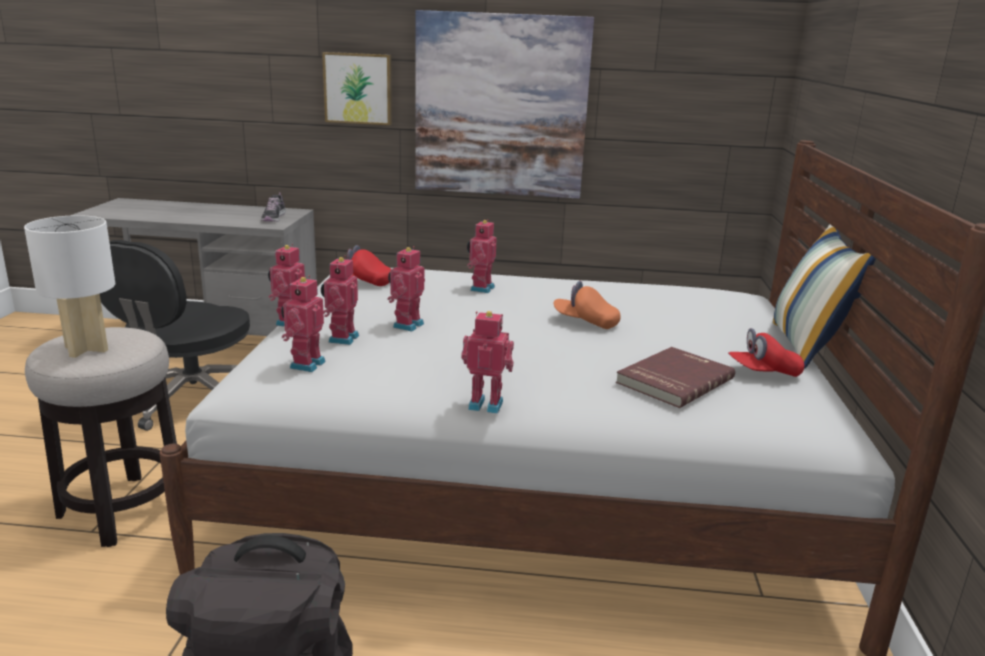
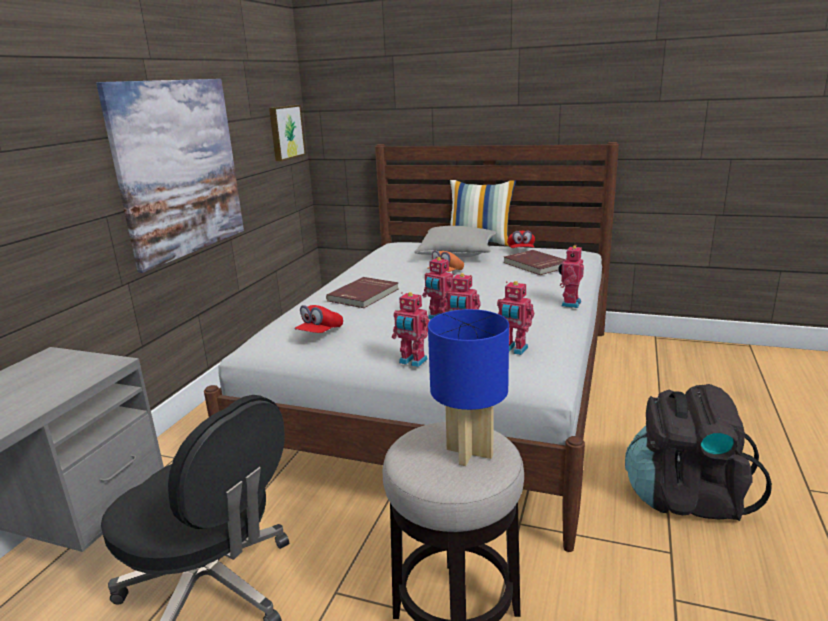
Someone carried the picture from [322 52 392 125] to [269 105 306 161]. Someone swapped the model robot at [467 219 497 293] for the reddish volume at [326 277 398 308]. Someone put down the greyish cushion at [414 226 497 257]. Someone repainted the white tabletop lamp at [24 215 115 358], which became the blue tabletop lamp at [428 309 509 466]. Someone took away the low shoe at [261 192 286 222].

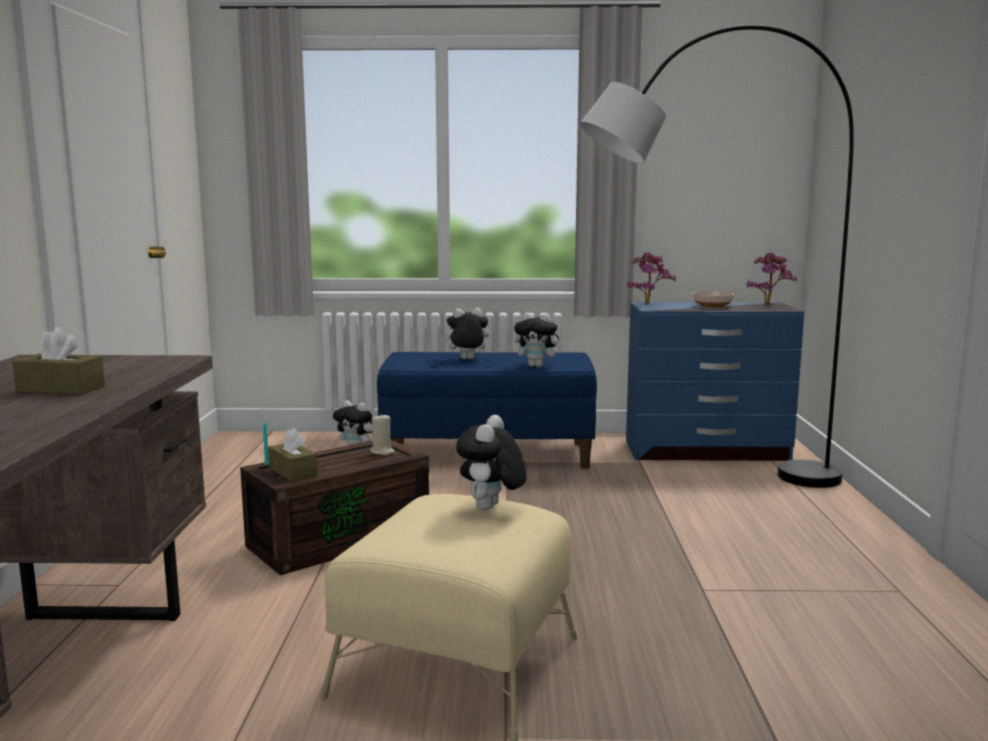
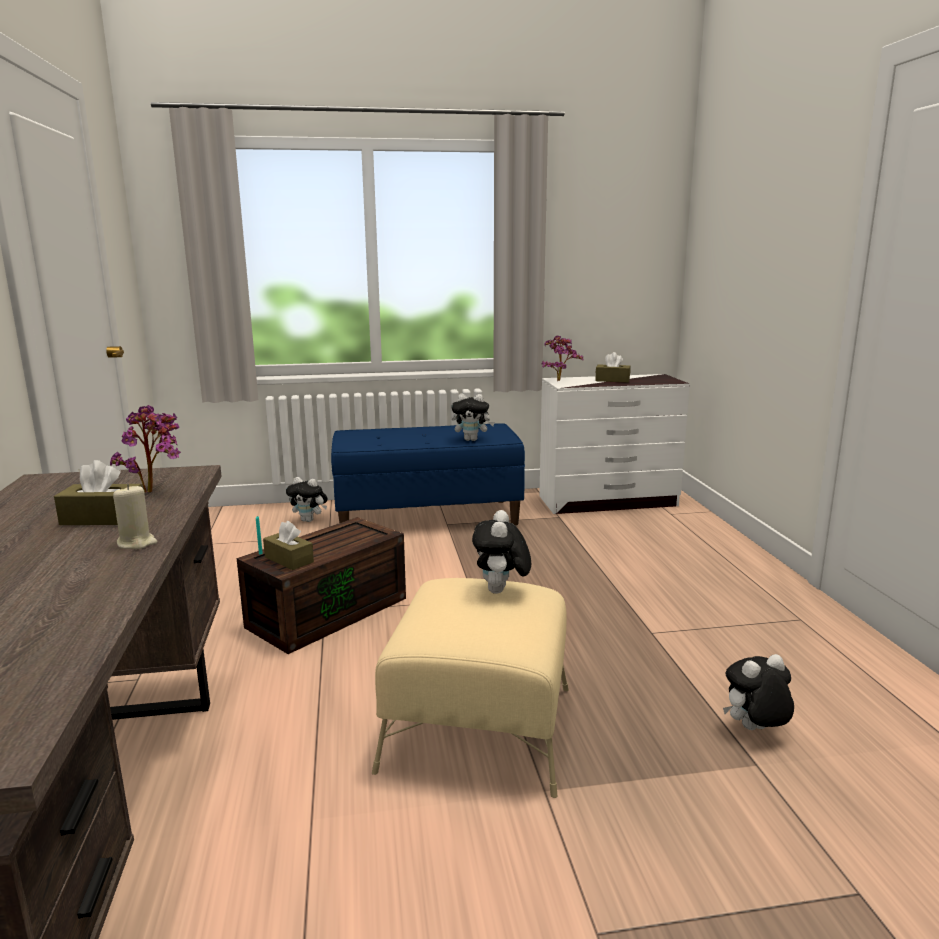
Someone carried the houseplant from [746 253 797 305] to [110 405 181 493]. Someone carried the beige-coloured candle from [370 415 395 455] to [113 484 157 549]. Someone repainted the blue dresser at [626 302 804 461], which became the white dresser at [539 374 690 514]. Someone swapped the deep dish at [692 291 734 308] for the brown tissue holder at [595 352 630 383]. Someone carried the cuddly toy from [441 308 489 359] to [723 654 794 730]. Someone took away the greyish floor lamp at [580 25 854 488].

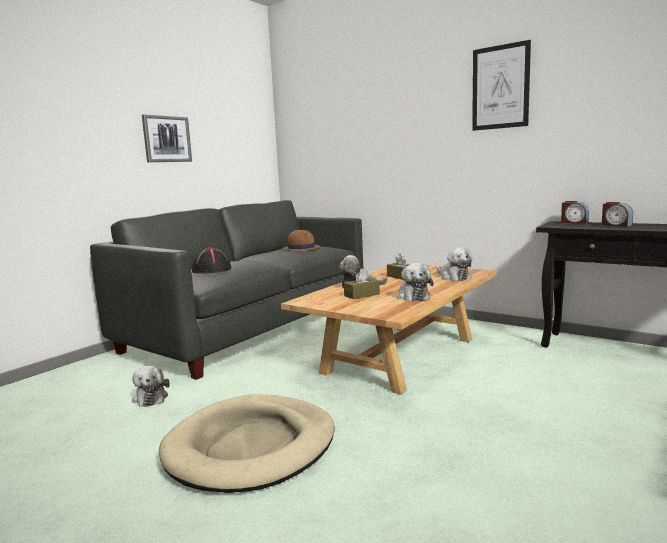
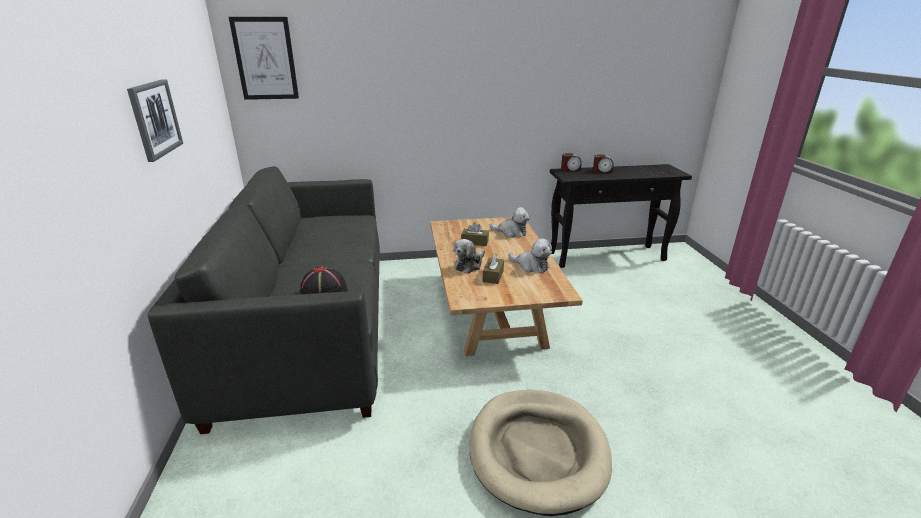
Someone carried the picture from [472 40 531 131] to [229 17 299 100]. Someone took away the cuddly toy at [132 366 170 407]. Someone took away the brown wearable hat at [283 230 320 252].

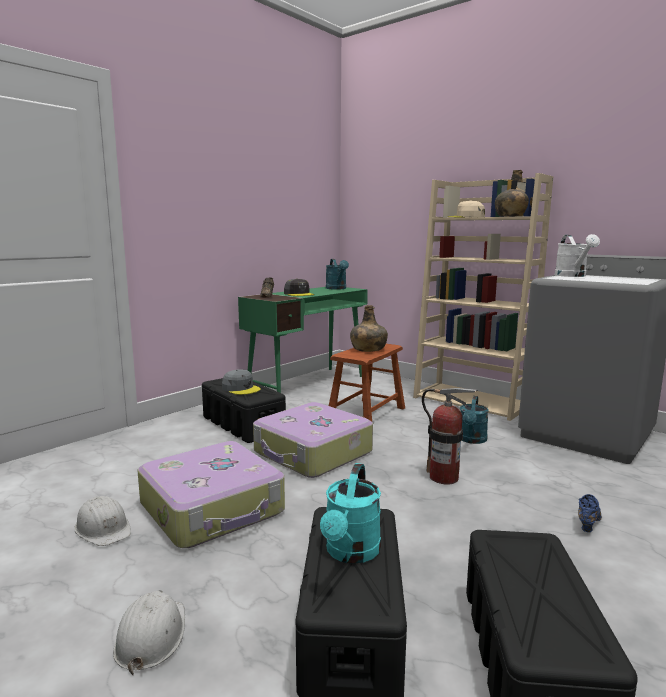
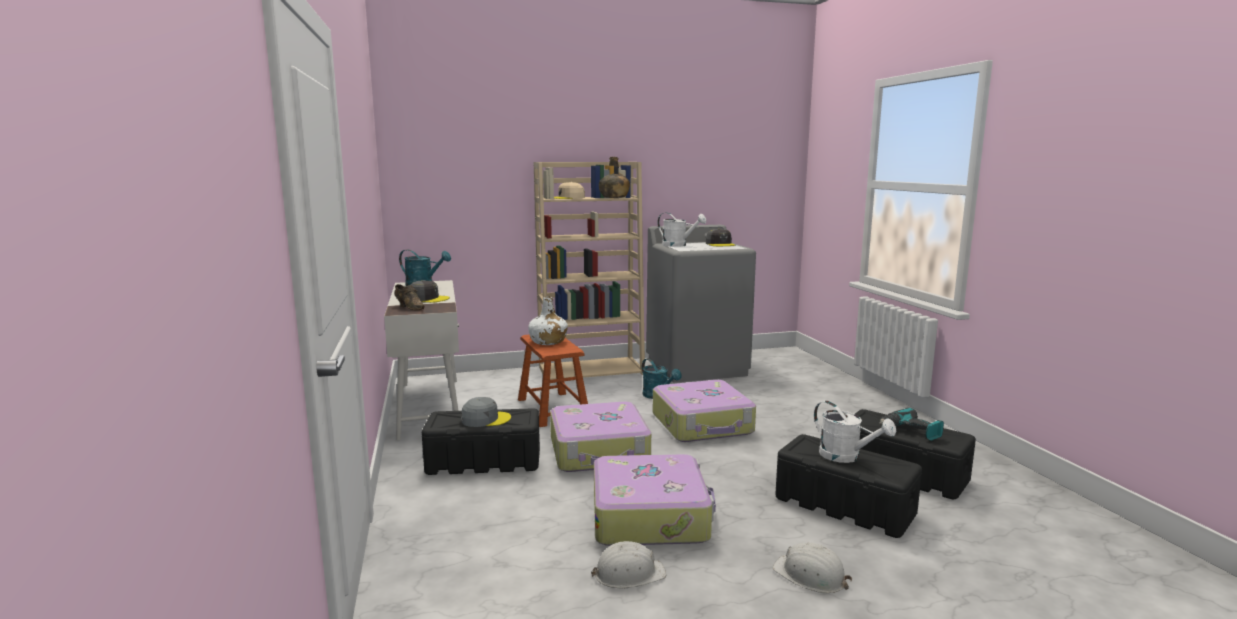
Someone repainted the greenish desk at [238 287 368 393], which became the white desk at [384 280 459 440]. Someone repainted the greenish drink bottle at [350 305 388 352], which became the white drink bottle at [528 297 568 345]. Someone swapped the fire extinguisher at [422 388 477 485] for the piece of luggage at [653 380 756 442]. Someone put down the greyish cap at [706 229 735 246]. Someone repainted the turquoise sprinkling can at [320 463 381 564], which became the white sprinkling can at [814 401 896 463]. Someone put down the power drill at [879 408 944 441]. Someone took away the blue low shoe at [578 494 602 532].

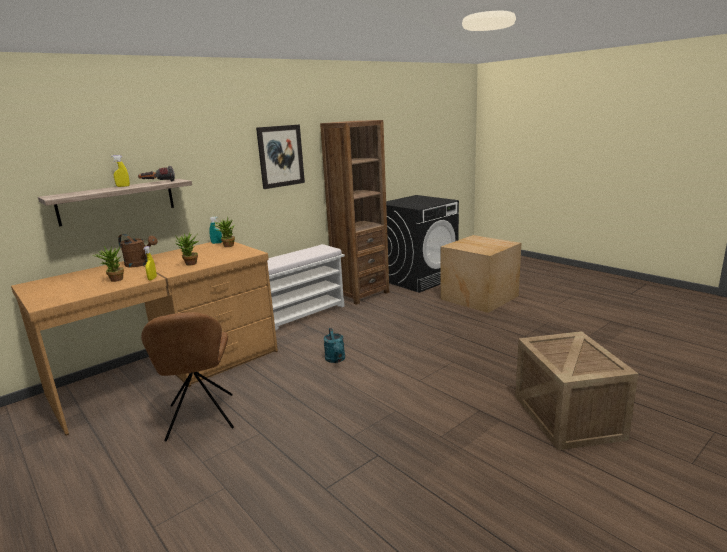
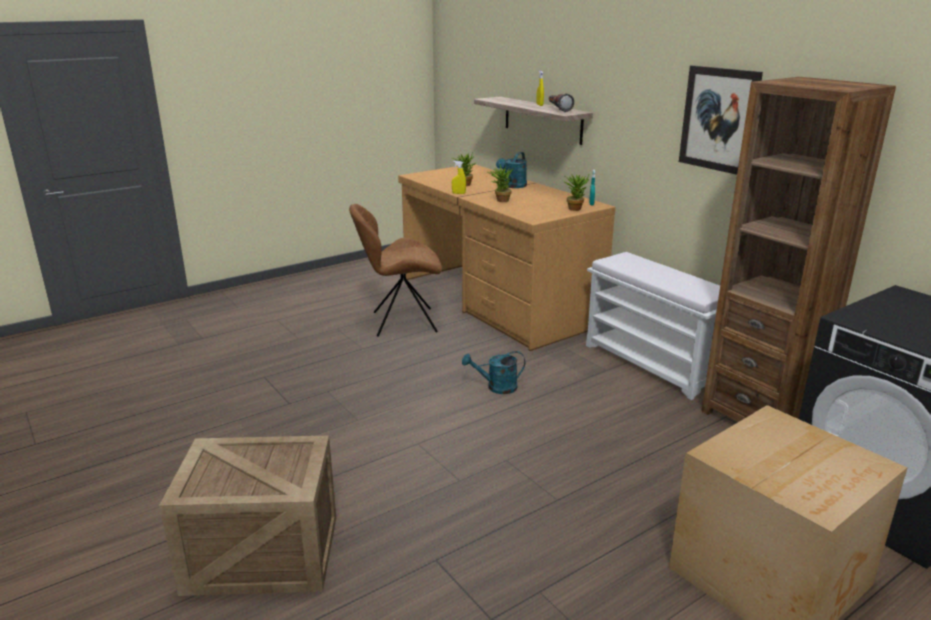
Someone repainted the brown sprinkling can at [118 234 158 267], which became the turquoise sprinkling can at [496 152 527 188].

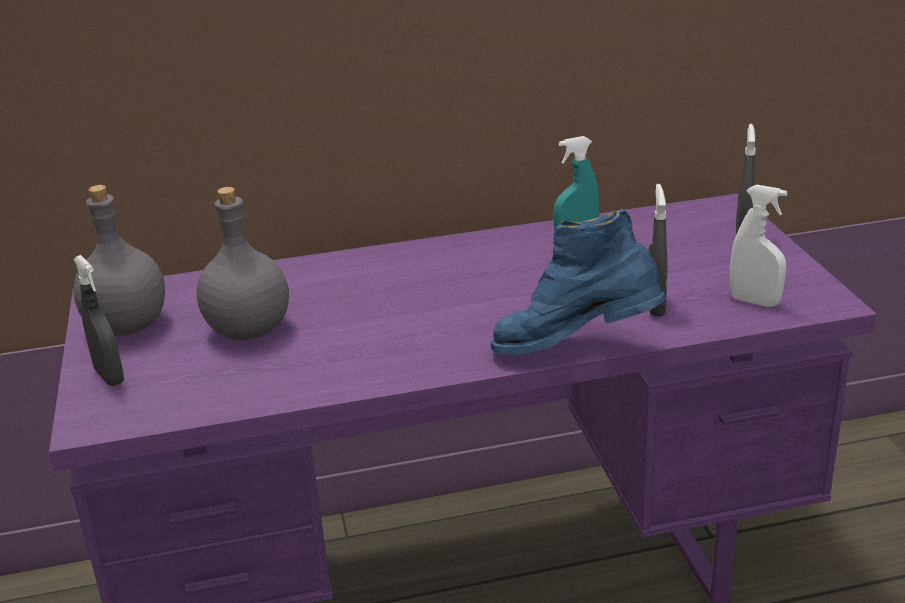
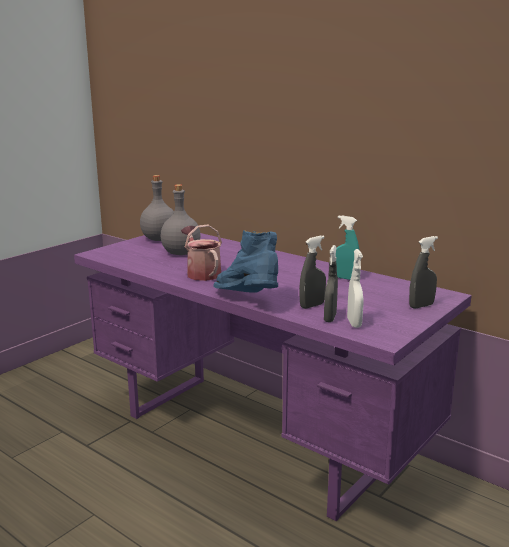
Someone put down the sprinkling can at [181 225 222 281]. Someone carried the greyish sprayer from [74 255 124 386] to [324 245 338 322].

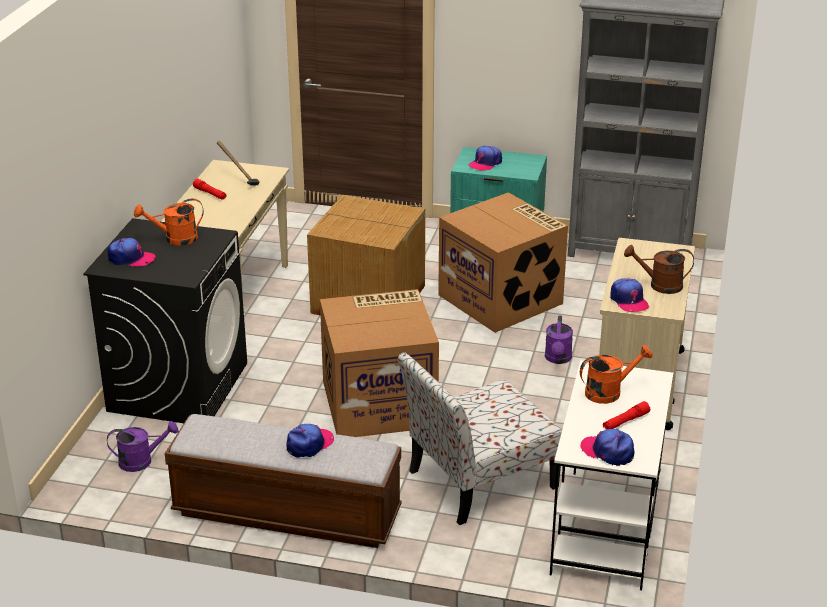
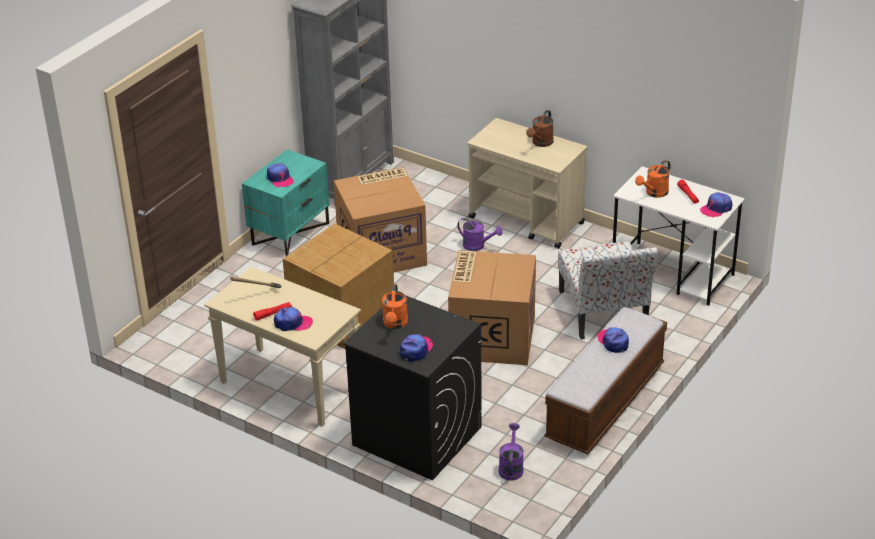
Someone carried the cap from [610 278 649 312] to [274 307 313 331]. Someone rotated the orangey sprinkling can at [580 345 653 404] by 135 degrees counterclockwise.

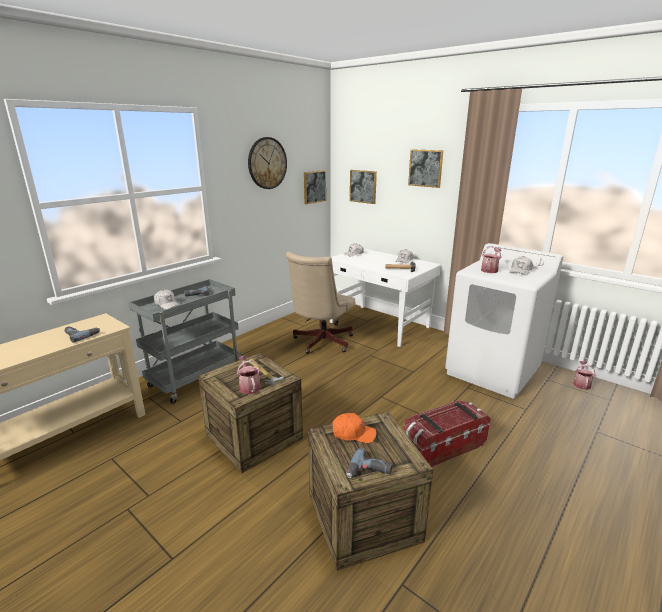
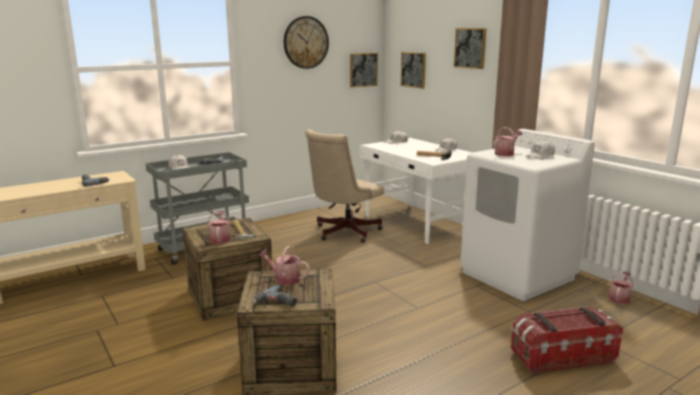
Someone swapped the orangey cap at [332 413 376 443] for the sprinkling can at [258 246 310 285]. Someone carried the storage box from [403 400 491 467] to [511 307 623 374].

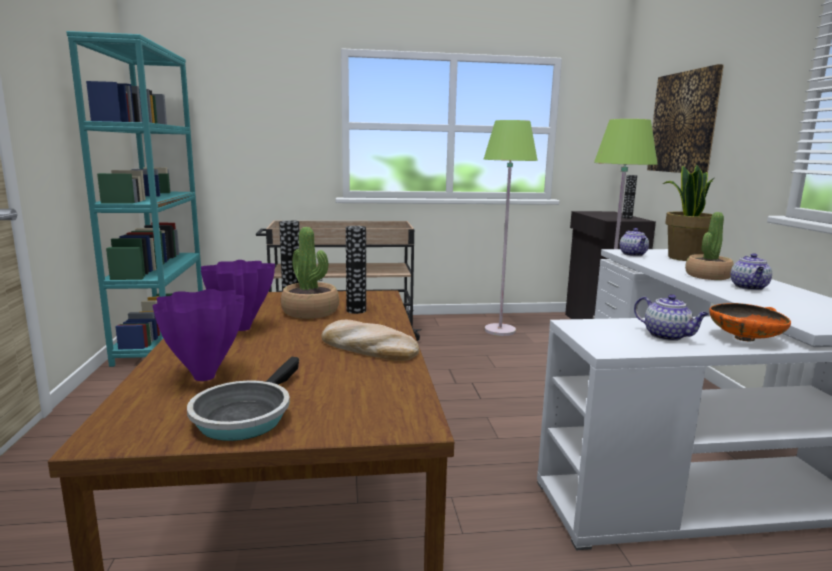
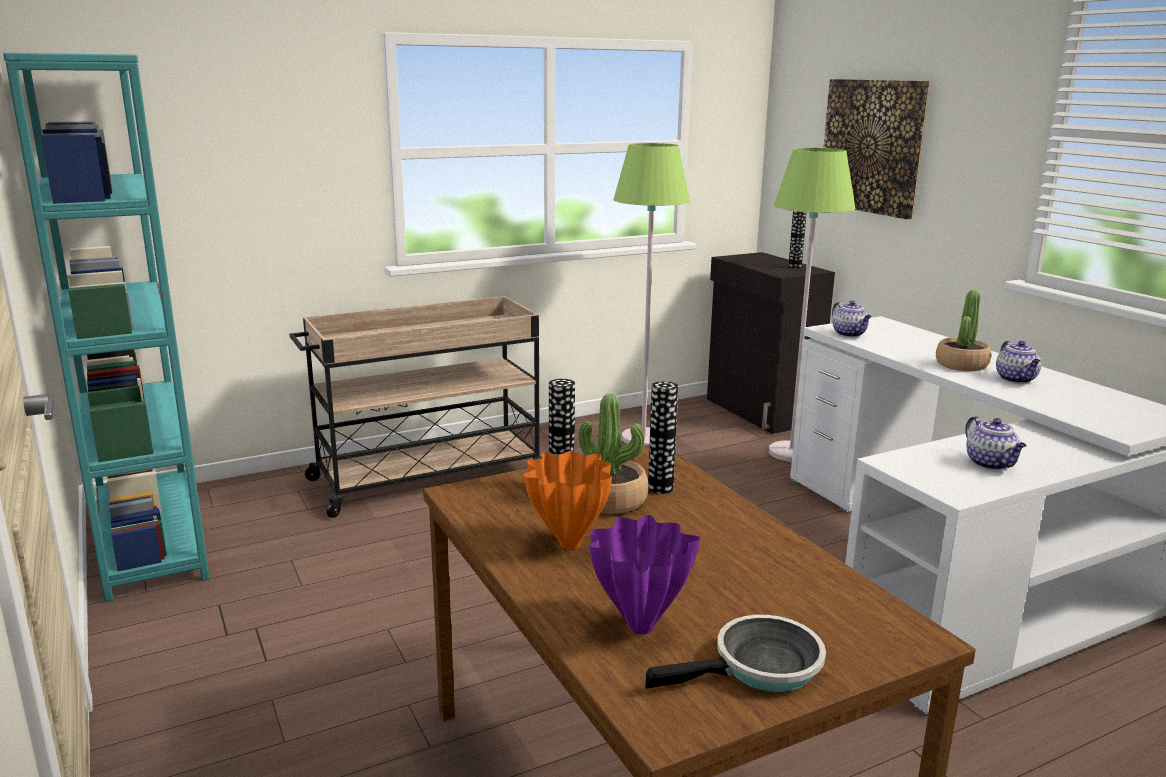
Someone repainted the purple vase at [201 260 275 331], which became the orangey vase at [524 451 612 549]. Someone rotated the pan at [187 357 299 441] by 105 degrees counterclockwise. Someone rotated the teapot at [634 294 709 341] by 45 degrees clockwise. Someone took away the bakery bread at [321 320 419 361]. Someone took away the houseplant at [663 165 714 261]. Someone took away the orangey deep dish at [709 303 791 342].

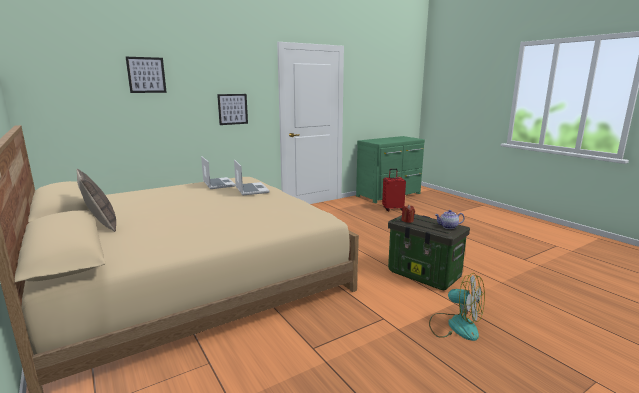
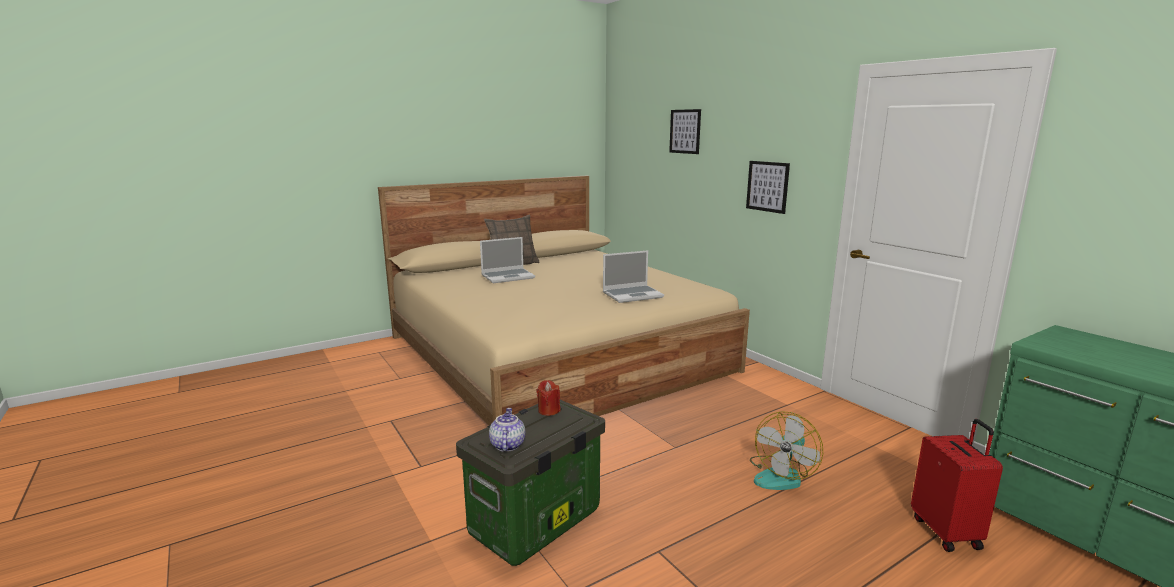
Someone carried the notebook computer from [201 156 236 189] to [480 237 535 283]. Someone carried the electric fan from [429 273 485 341] to [750 411 823 490].

